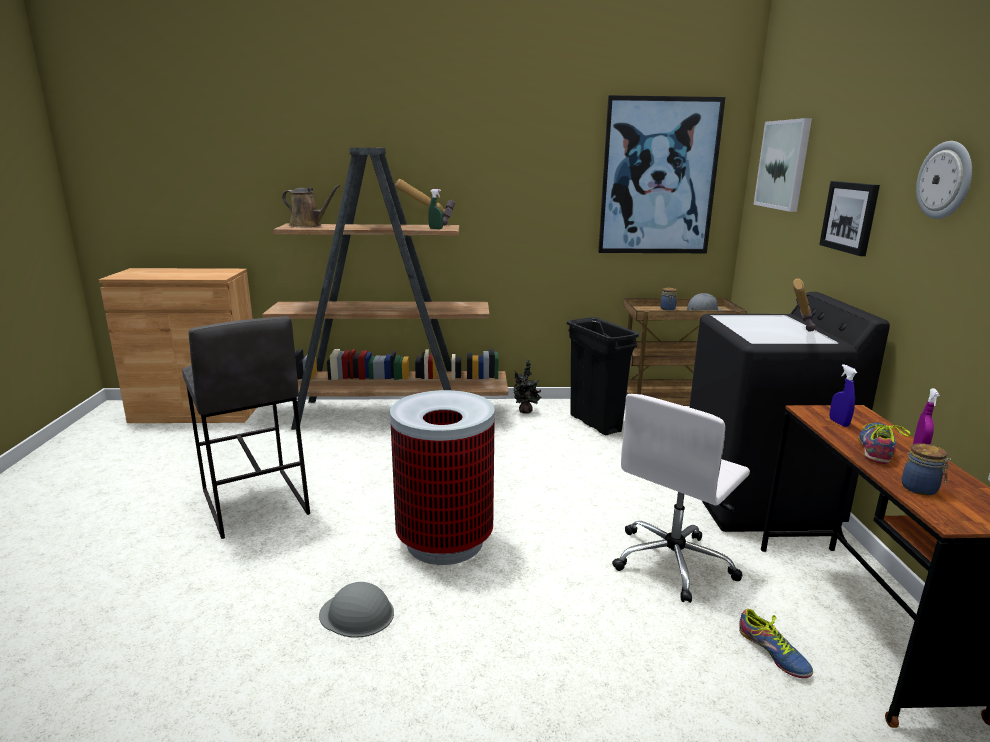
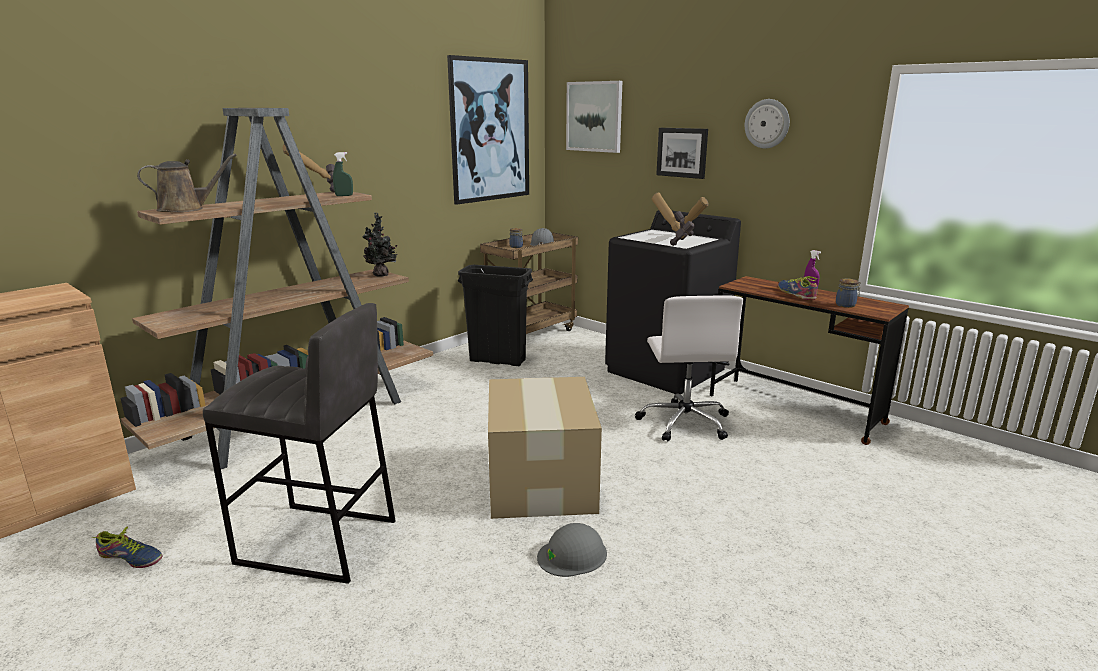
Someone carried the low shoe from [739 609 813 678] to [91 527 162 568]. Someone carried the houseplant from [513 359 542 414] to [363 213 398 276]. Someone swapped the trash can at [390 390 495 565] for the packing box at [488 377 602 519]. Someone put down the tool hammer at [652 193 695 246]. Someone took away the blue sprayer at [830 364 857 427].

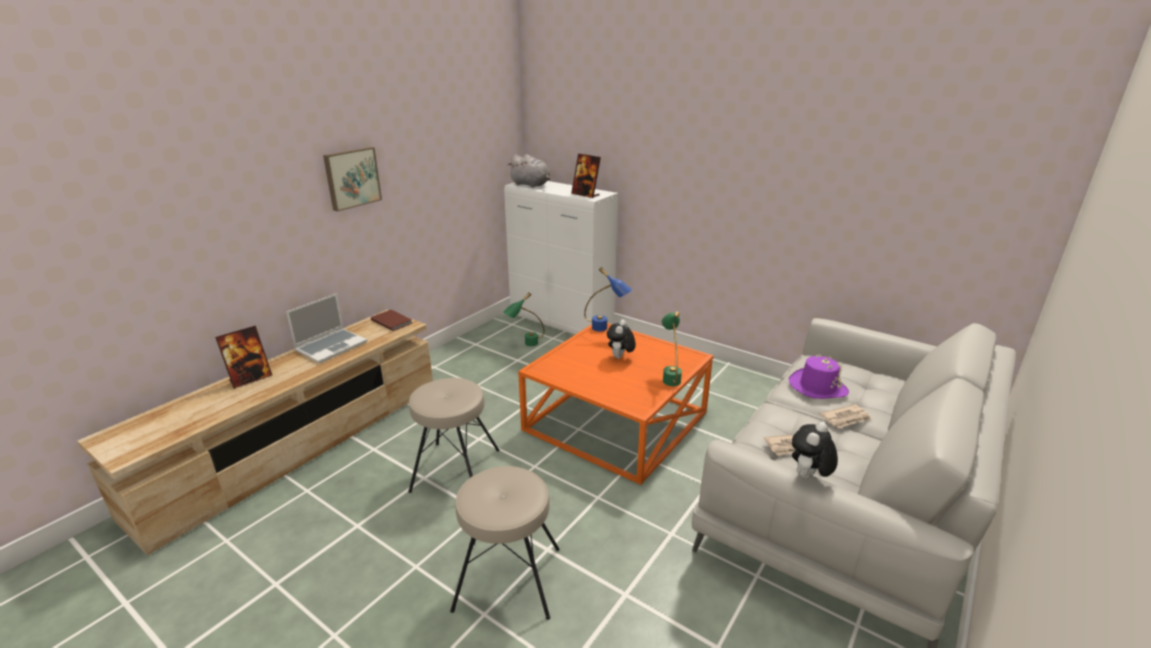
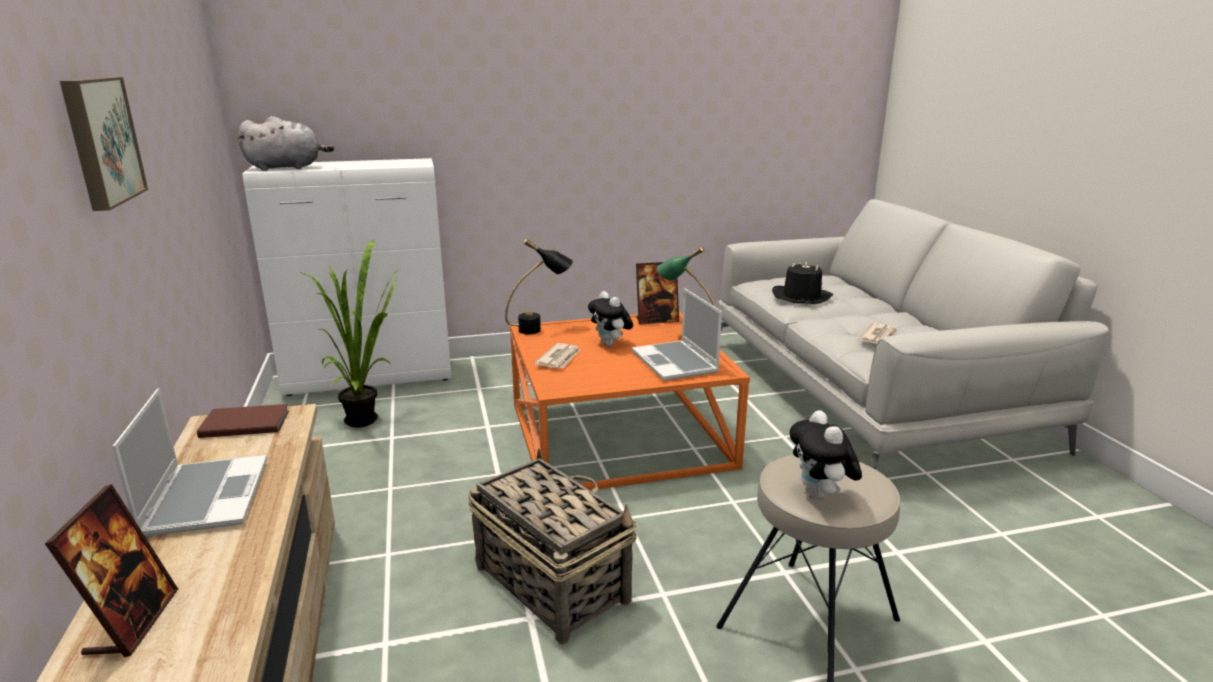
Someone swapped the greenish tabletop lamp at [503 292 545 346] for the houseplant at [300 240 399 427]. Someone swapped the beige-coloured sitting stool at [408 378 500 493] for the basket at [468 448 638 644]. Someone repainted the blue tabletop lamp at [584 267 632 332], which became the black tabletop lamp at [505 239 573 334]. Someone carried the printed paper from [819 404 871 428] to [534 343 581 368]. Someone put down the notebook computer at [632 288 722 381]. Someone carried the photo frame from [571 154 601 198] to [636 262 679 325]. Someone repainted the purple wearable hat at [789 355 849 399], which became the black wearable hat at [772 261 833 304]. Someone carried the cuddly toy from [792 422 838 479] to [790 410 862 500].

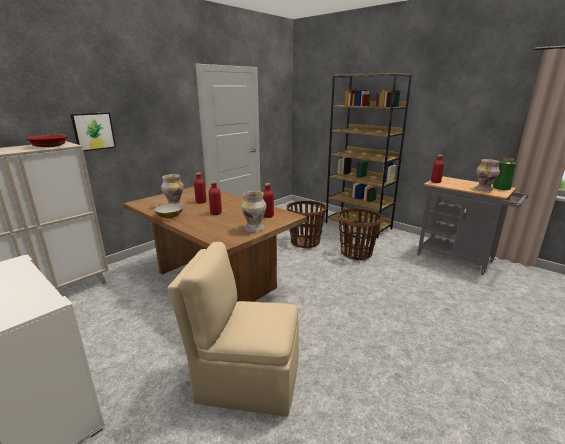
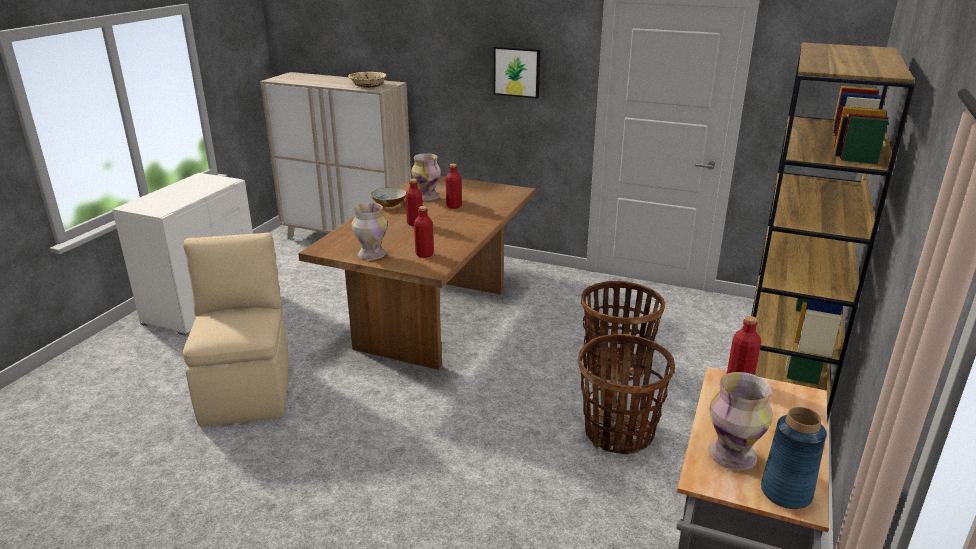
Someone repainted the reddish deep dish at [26 134 68 147], which became the beige-coloured deep dish at [348 72 387 88]. Someone carried the picture from [70 112 116 151] to [494 46 540 98]. Someone repainted the greenish vase at [493 157 516 190], which became the blue vase at [761 407 827 509].

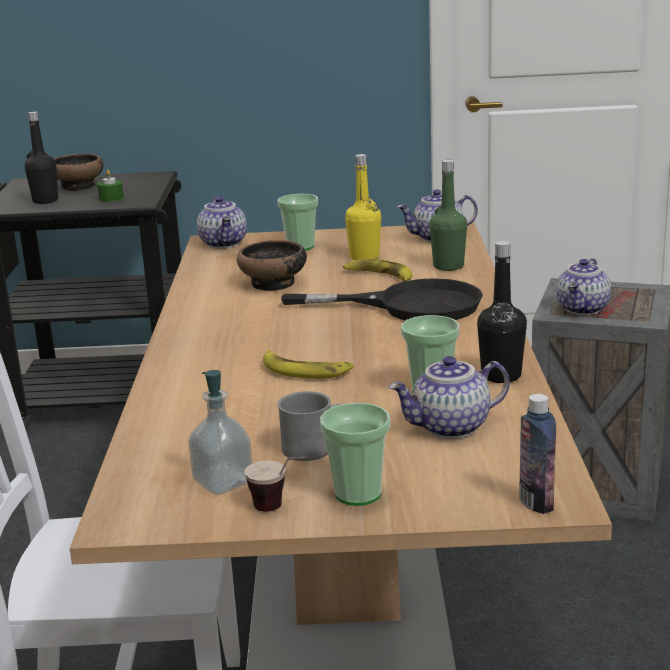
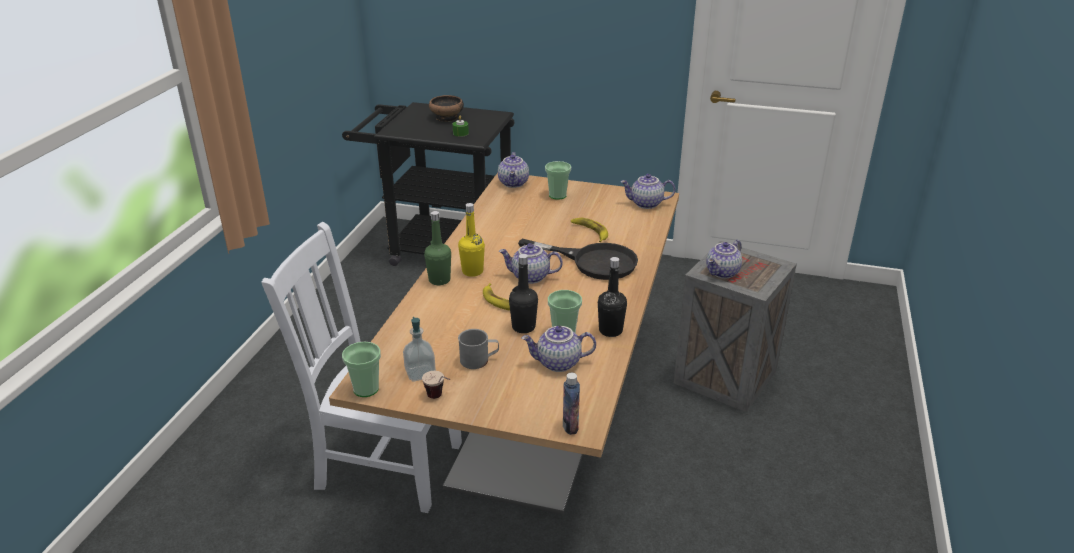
Someone carried the drinking cup from [320 403 391 506] to [342 342 381 397]. Someone carried the greenish drink bottle from [429 160 467 271] to [424 211 451 285]. Someone carried the yellow drink bottle from [345 154 381 260] to [458 203 485 277]. Someone put down the teapot at [499 243 563 284]. Someone carried the black drink bottle from [25 112 58 204] to [509 254 538 333]. Someone took away the deep dish at [237 240 307 291].

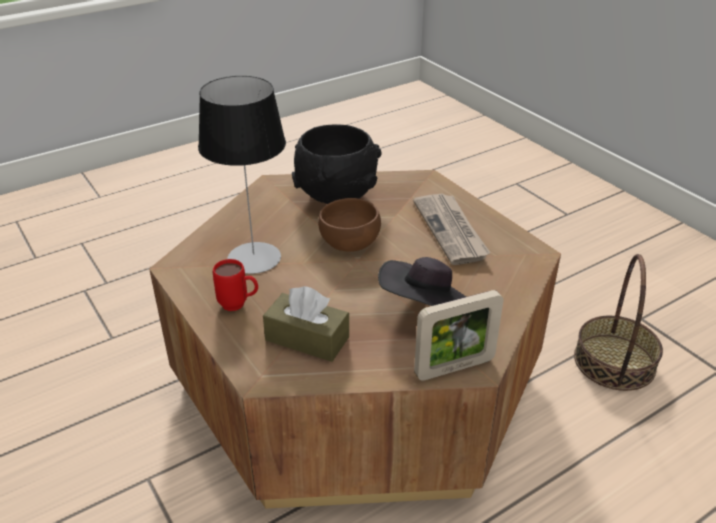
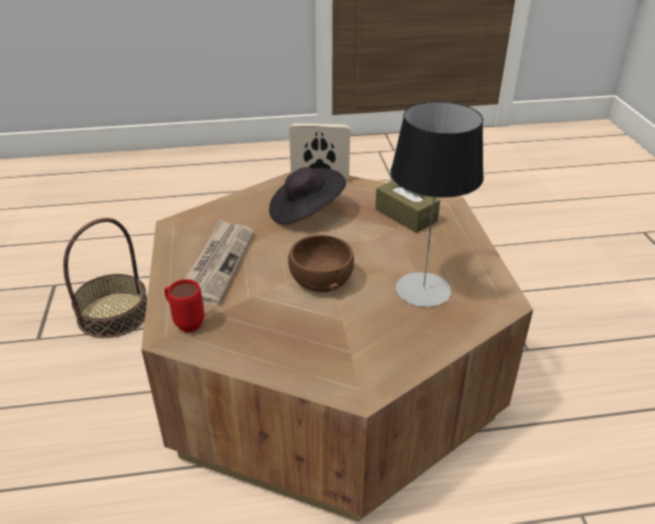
Someone carried the reddish tea mug from [213 259 258 311] to [164 279 204 332]. Someone took away the black deep dish at [292 125 381 204].

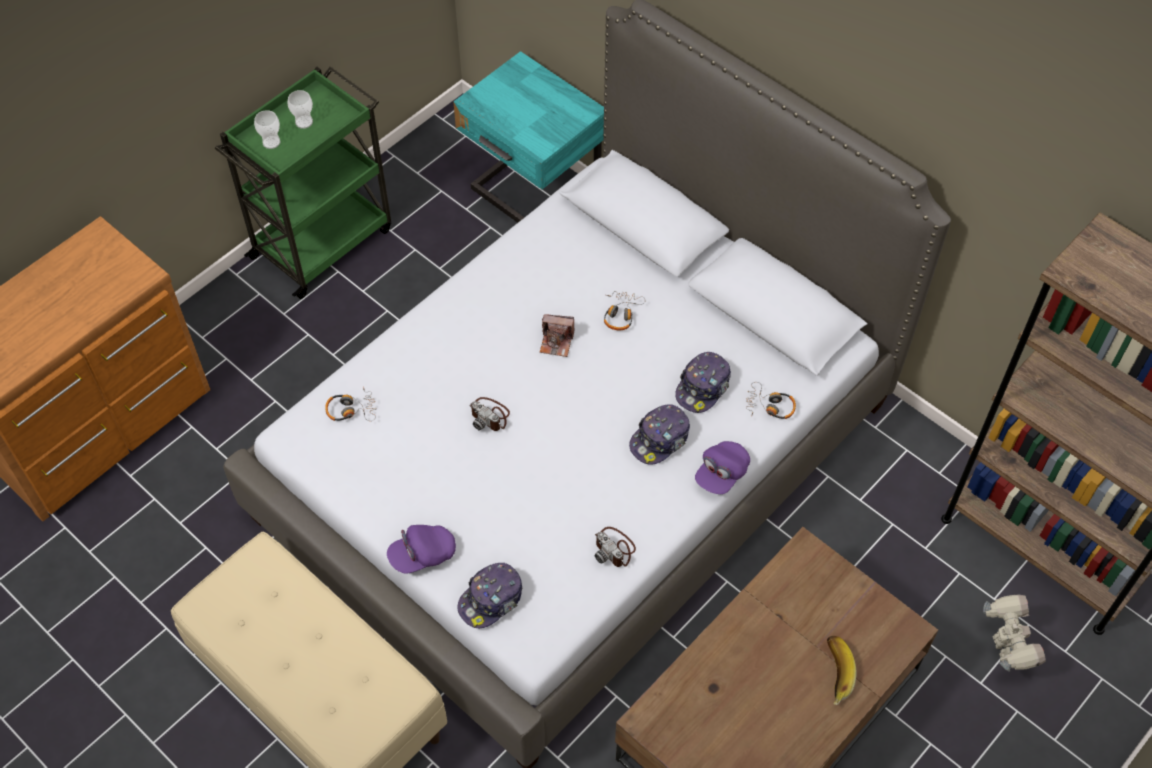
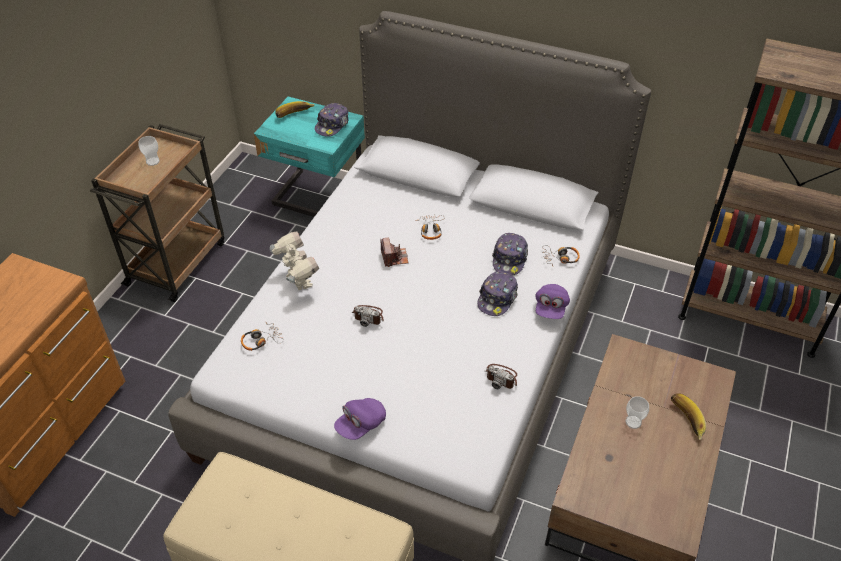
Someone repainted the greenish cart at [215 66 391 299], which became the brown cart at [90 124 225 302]. Someone carried the model robot from [983 594 1046 672] to [270 232 319 290]. Someone put down the banana fruit at [275 101 315 118]. Someone carried the cap from [458 563 522 628] to [315 103 348 137]. Someone rotated the still camera at [540 314 575 357] by 90 degrees counterclockwise. Someone carried the drinking cup from [254 110 280 149] to [625 396 649 429].

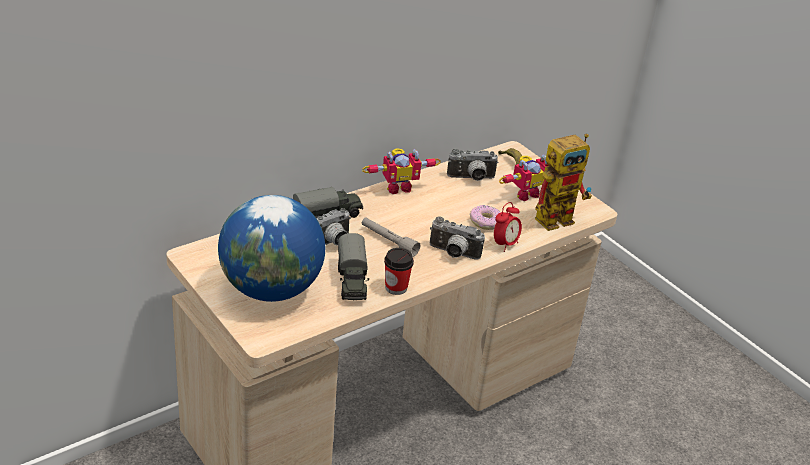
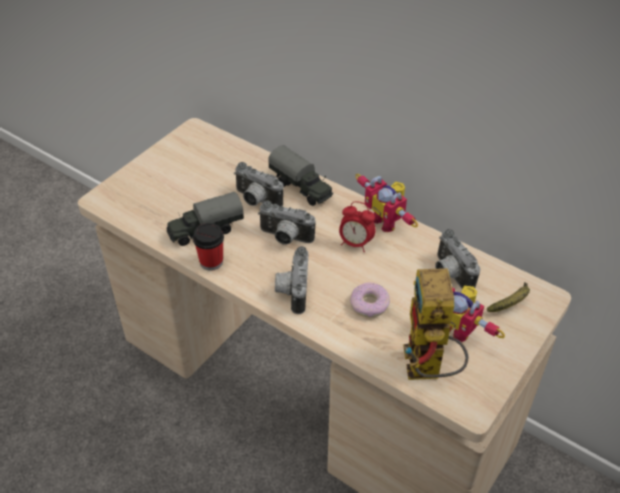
Someone swapped the greyish flashlight at [362 217 420 257] for the still camera at [258 201 316 245]. Someone carried the bedside clock from [494 202 522 252] to [339 201 376 252]. Someone rotated the model robot at [535 134 592 231] by 45 degrees clockwise. Someone took away the globe at [218 195 325 302].

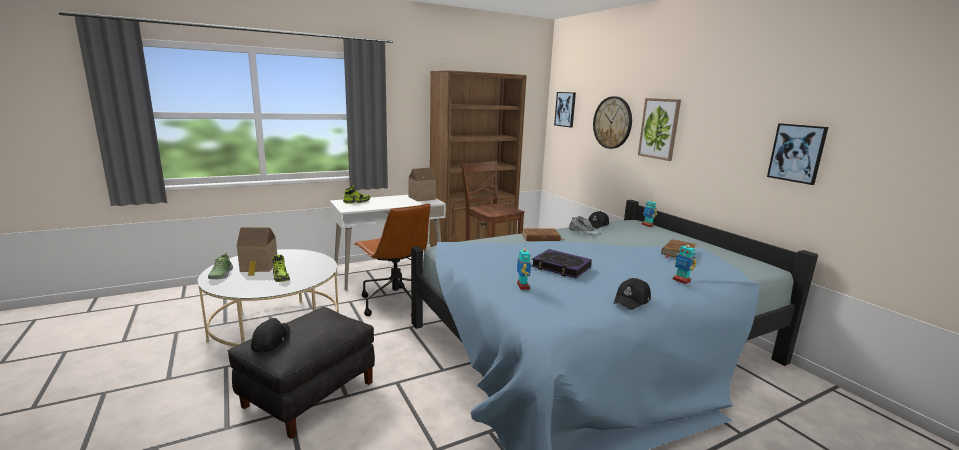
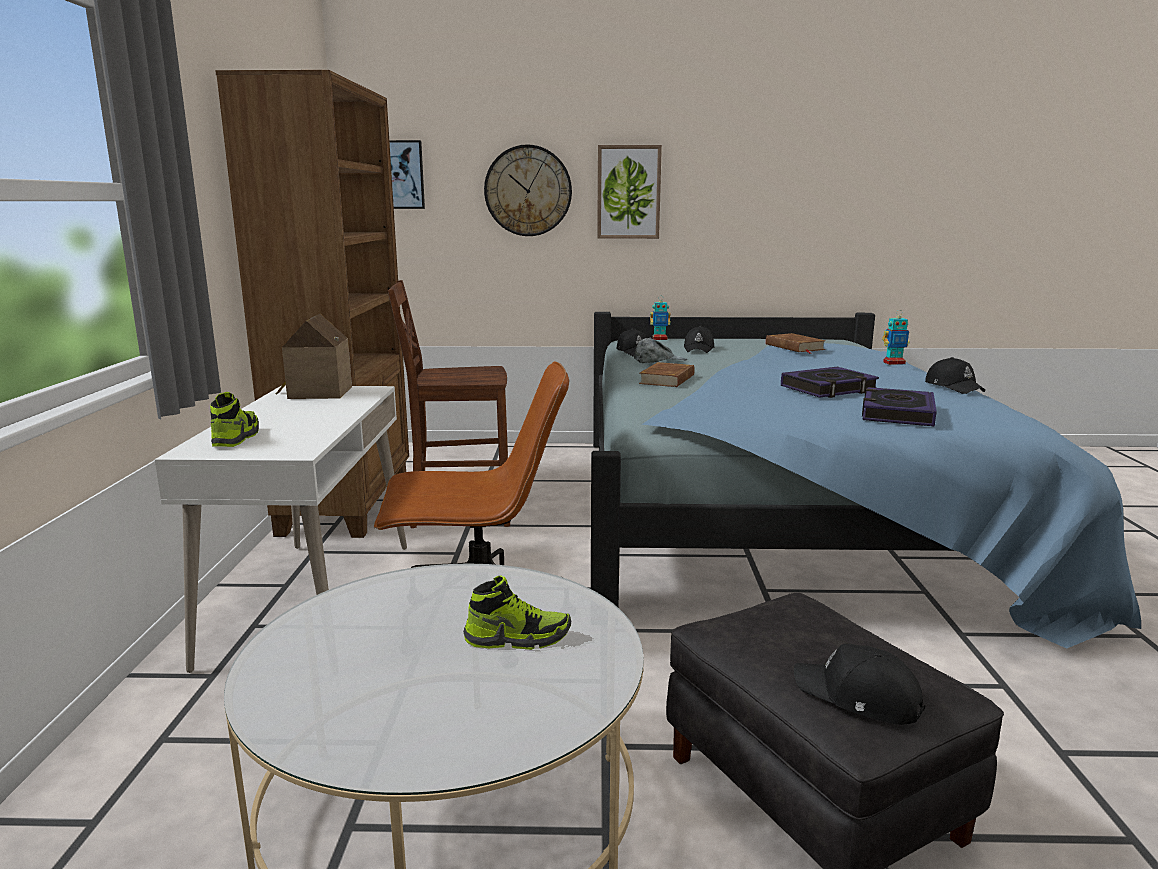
Someone put down the black cap at [684 326 714 353]. Someone swapped the model robot at [517 249 531 290] for the volume at [862 387 937 427]. Someone took away the low shoe at [208 253 233 279]. Someone took away the miniature house at [237 227 277 276]. Someone took away the picture at [767 123 828 185].

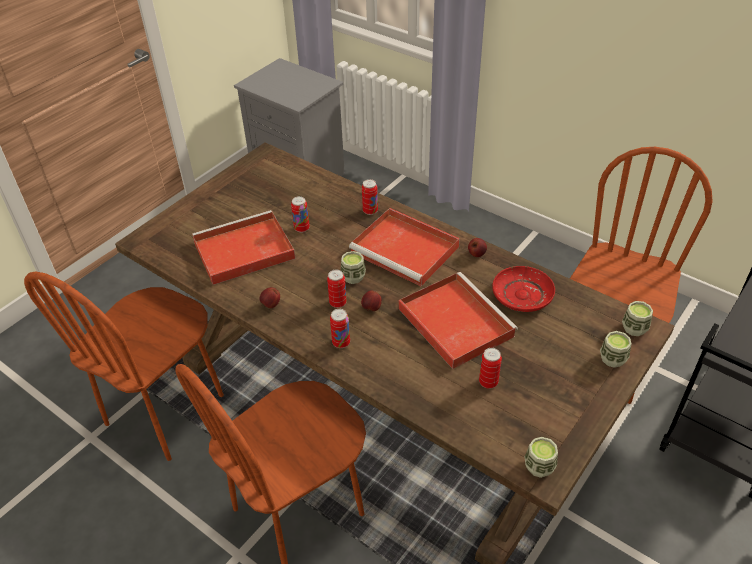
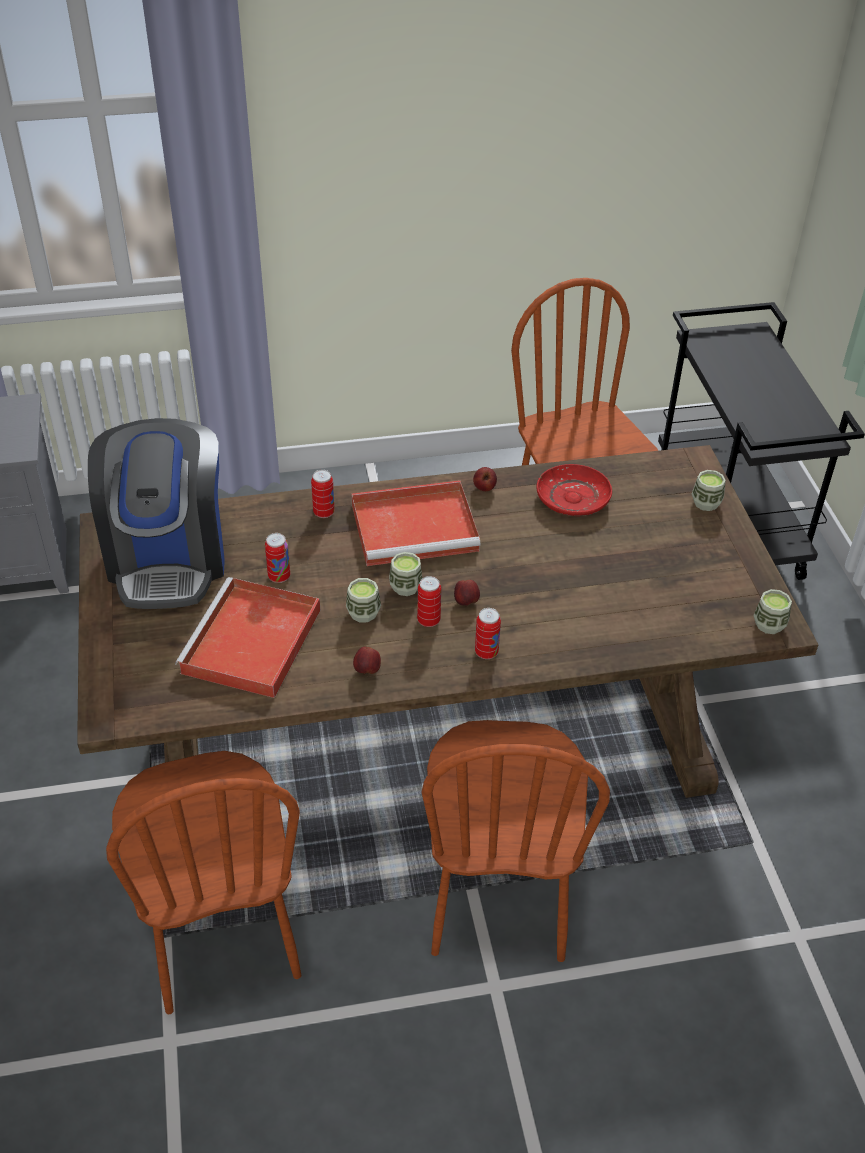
Someone put down the coffee brewer at [88 418 225 609]. Someone carried the drinking cup from [622 301 653 336] to [346 578 381 622]. Someone took away the reddish tray at [399 272 518 369]. Someone took away the sealed can at [479 348 502 389].

